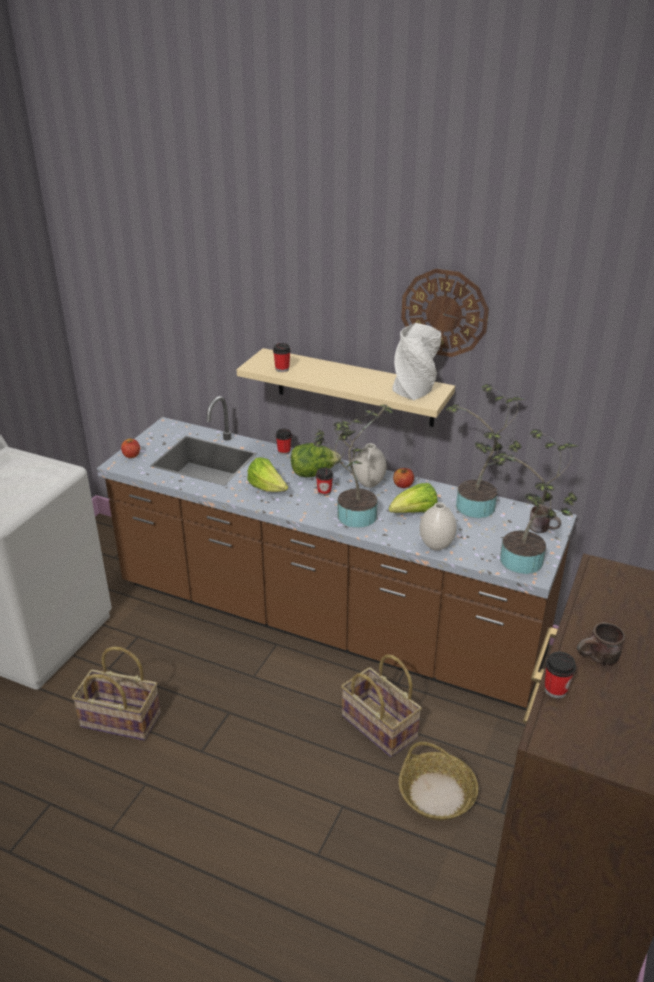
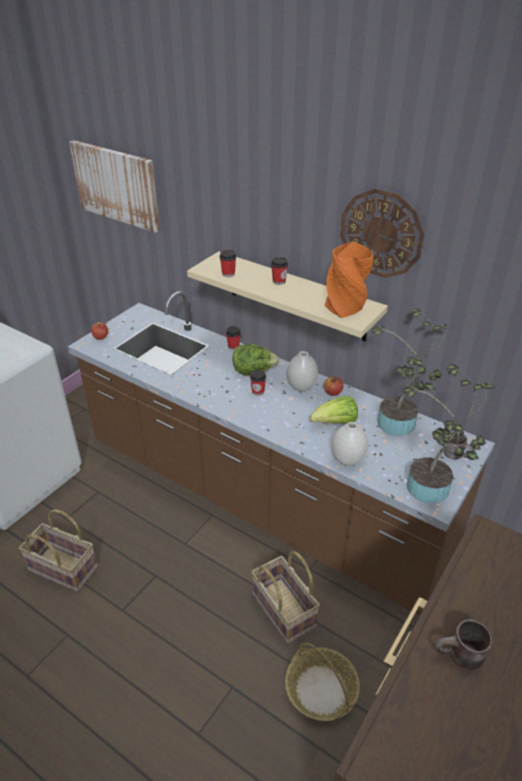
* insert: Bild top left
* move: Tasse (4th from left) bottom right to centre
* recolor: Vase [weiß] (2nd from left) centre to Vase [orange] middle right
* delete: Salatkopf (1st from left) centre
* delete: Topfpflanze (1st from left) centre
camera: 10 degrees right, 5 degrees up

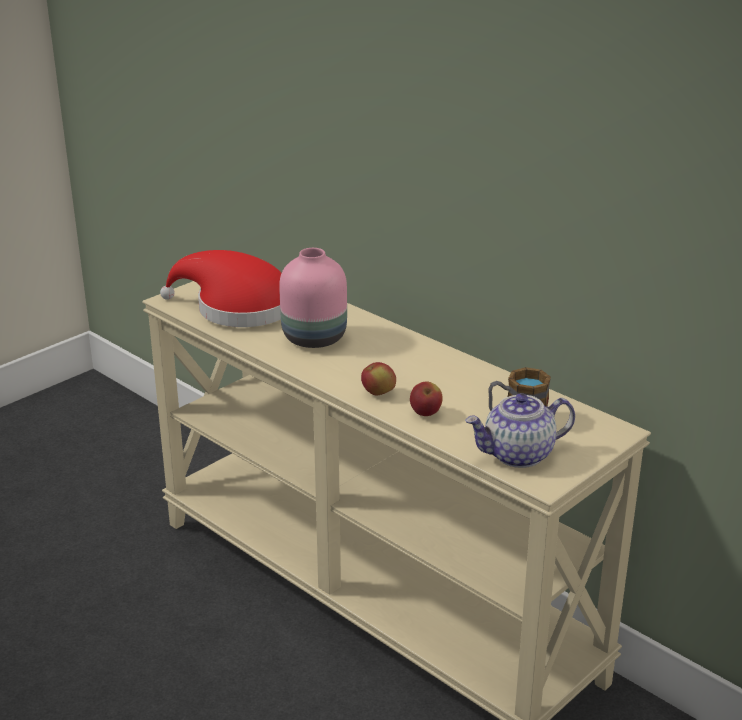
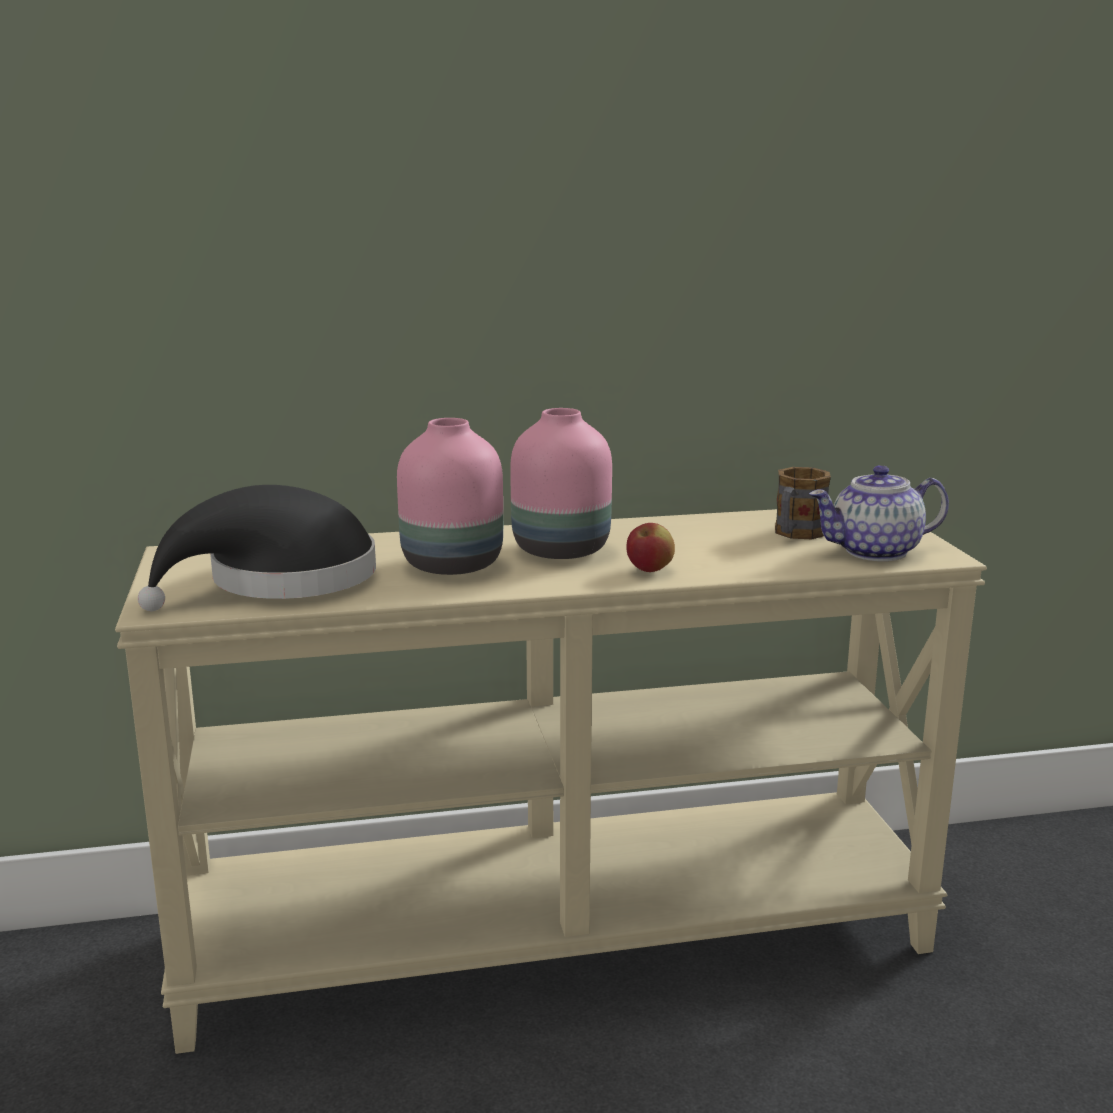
* recolor: Hut [rot] middle left to Hut [schwarz] middle left
* insert: Vase [rosa] (2nd from left) centre
* rotate: Teekanne middle right = middle right 60 degrees clockwise
* delete: Apfel (2nd from left) centre
camera: 55 degrees left, 10 degrees down

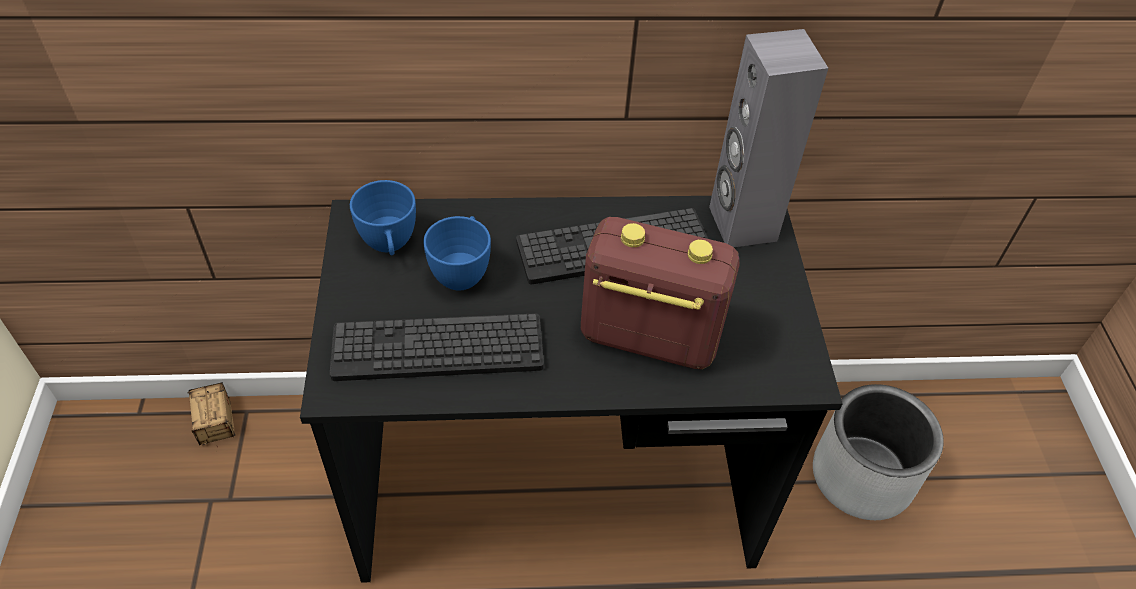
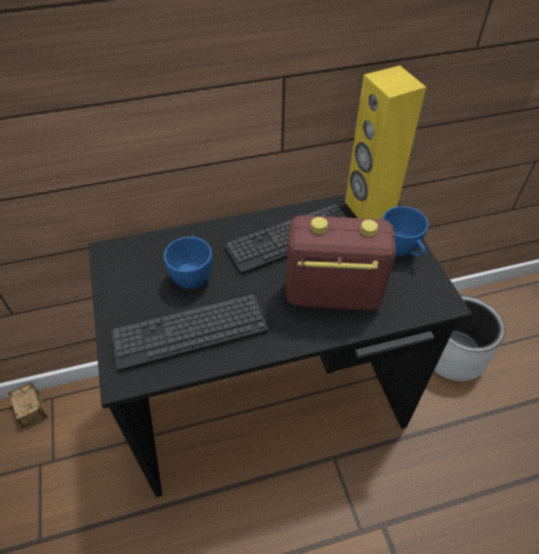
* recolor: Lautsprecher [grau] top right to Lautsprecher [gelb] top right
* move: Tasse [blau] (1st from left in the first image) centre to Tasse [blau] (2nd from left) middle right
camera: 10 degrees left, 0 degrees up

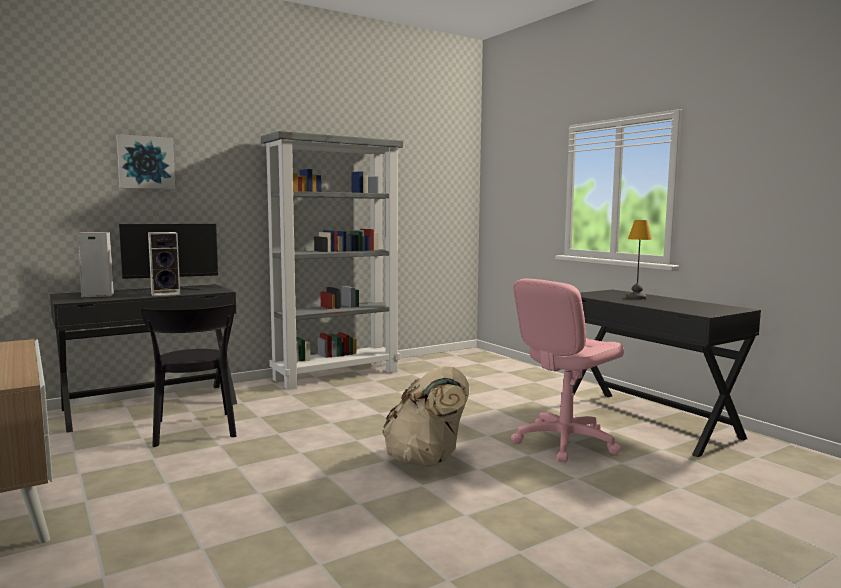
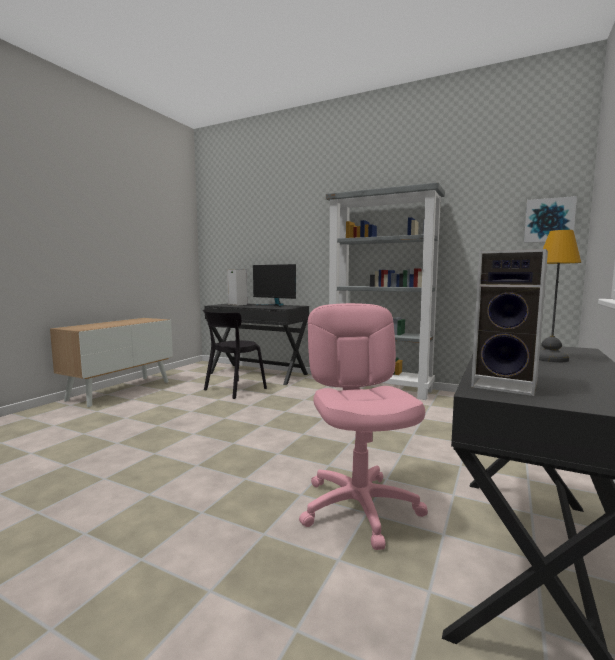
* rotate: Bürostuhl [rosa] middle right = centre 60 degrees clockwise
* move: Lautsprecher (2nd from left) middle left to middle right
* move: Bild top left to top right
* delete: Rucksack [beige] bottom centre
camera: 60 degrees right, 0 degrees up

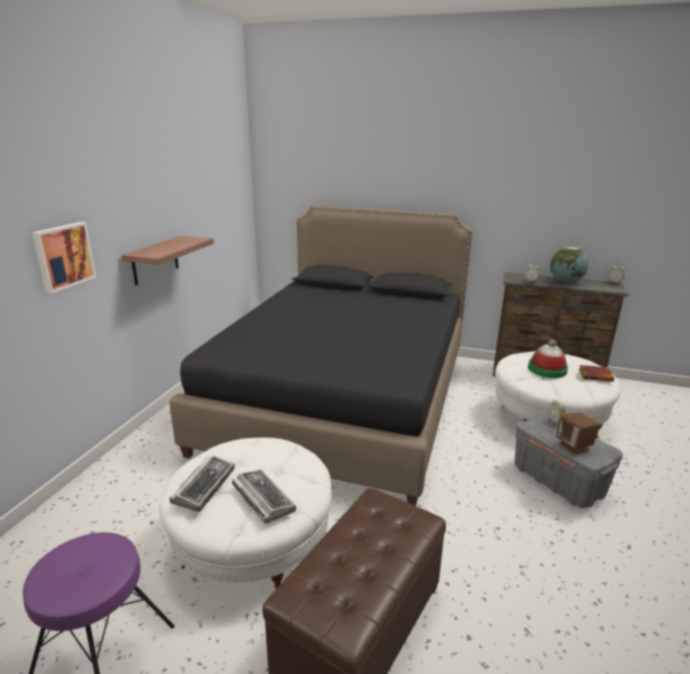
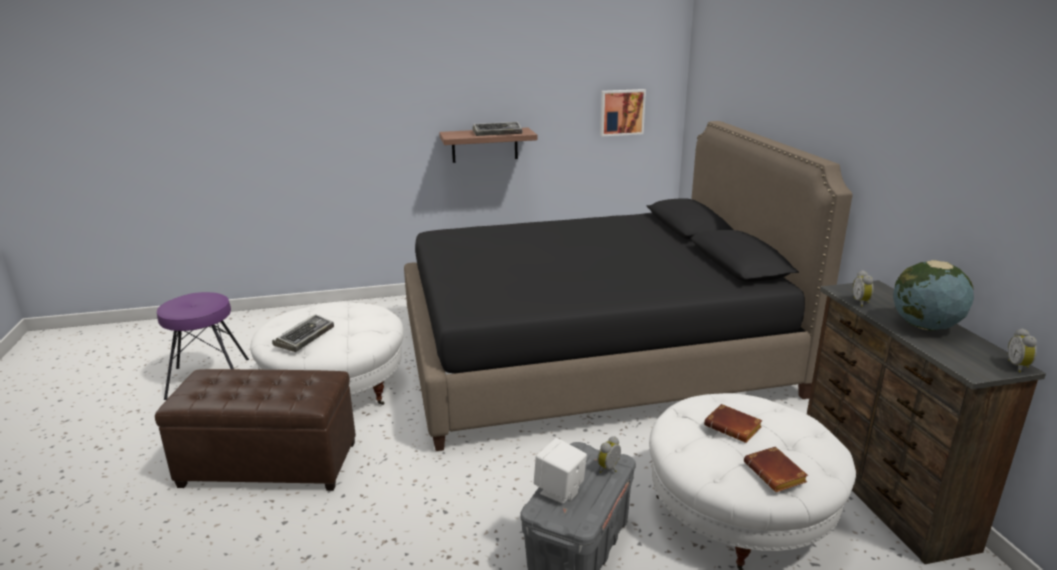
* move: Tastatur (1st from left in the first image) bottom left to Tastatur (2nd from left) top centre
* recolor: Lautsprecher [braun] middle right to Lautsprecher [weiß] bottom centre
* move: Bild middle left to top centre
* replace: Hut middle right to Buch [braun] (1st from left) bottom right
camera: 60 degrees right, 0 degrees up

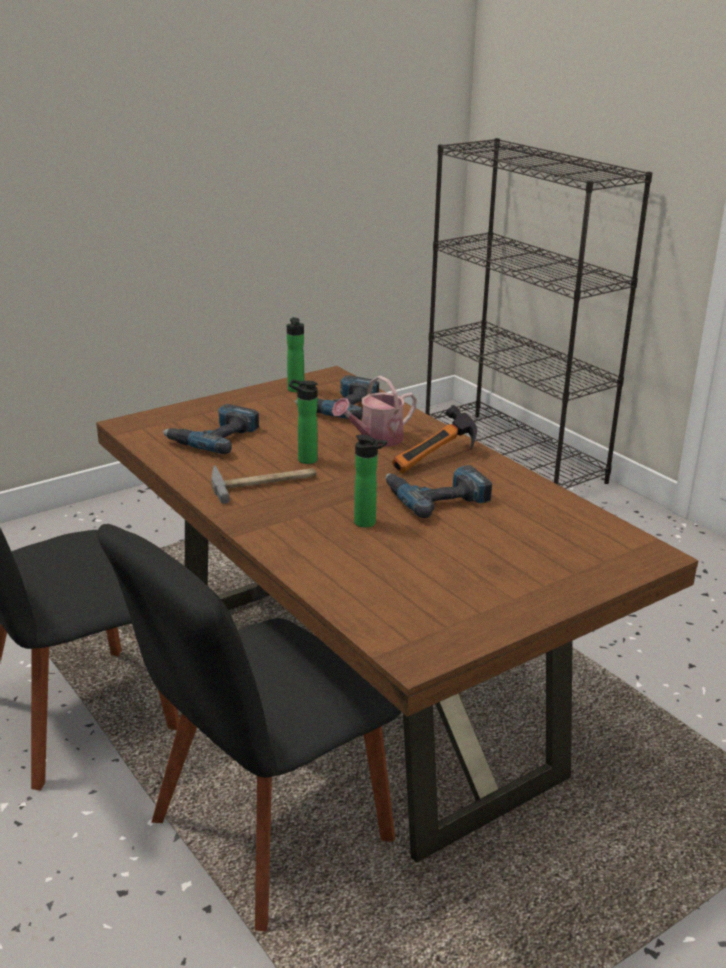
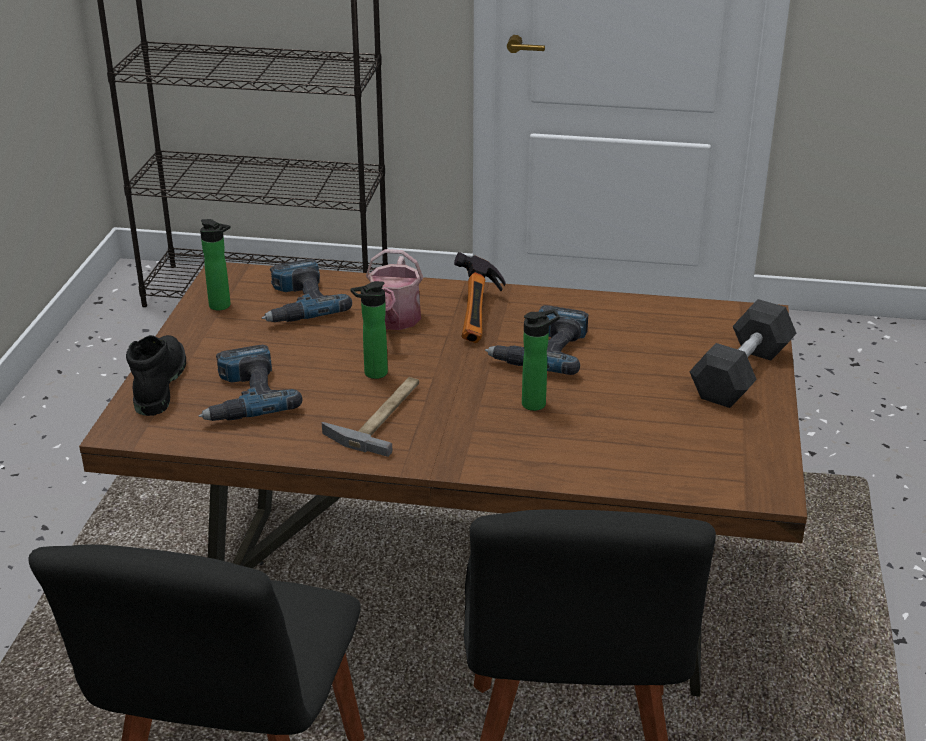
* insert: Stiefel [schwarz] middle left
* insert: Hantel [grau] middle right
camera: 45 degrees left, 5 degrees up

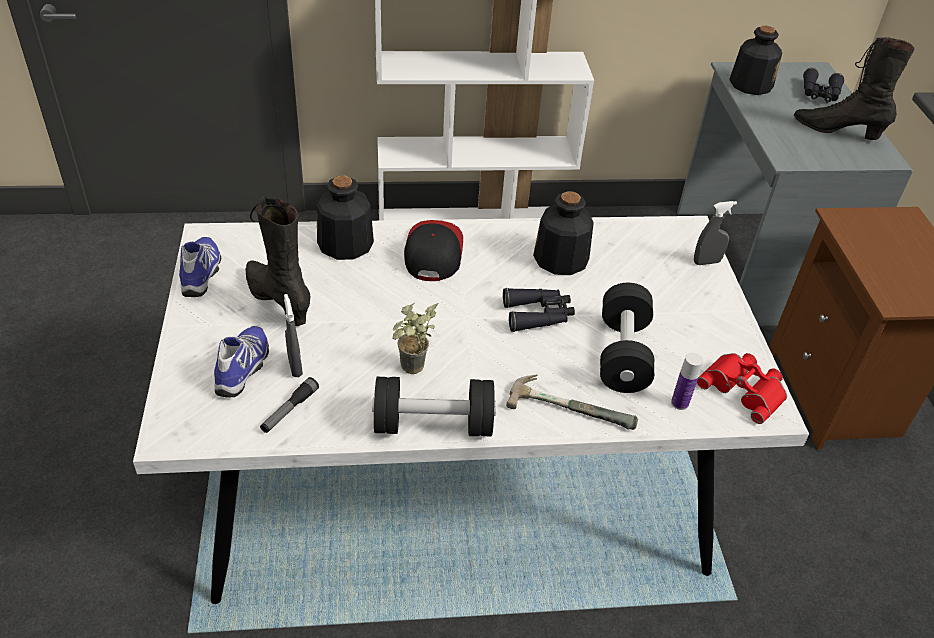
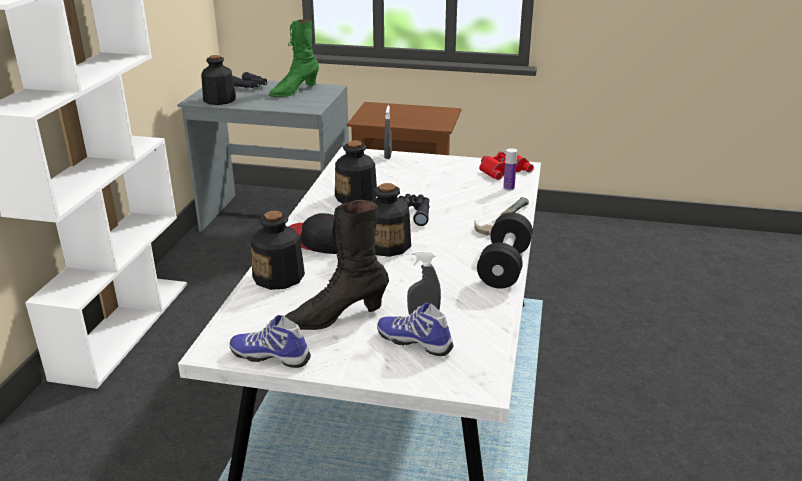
* recolor: Stiefel [schwarz] (2nd from left) top right to Stiefel [grün] top centre
* insert: Flasche (4th from left) centre
* delete: Taschenlampe middle left
* delete: Topfpflanze centre
* delete: Hantel [schwarz] (2nd from left) middle right
camera: 70 degrees left, 15 degrees down

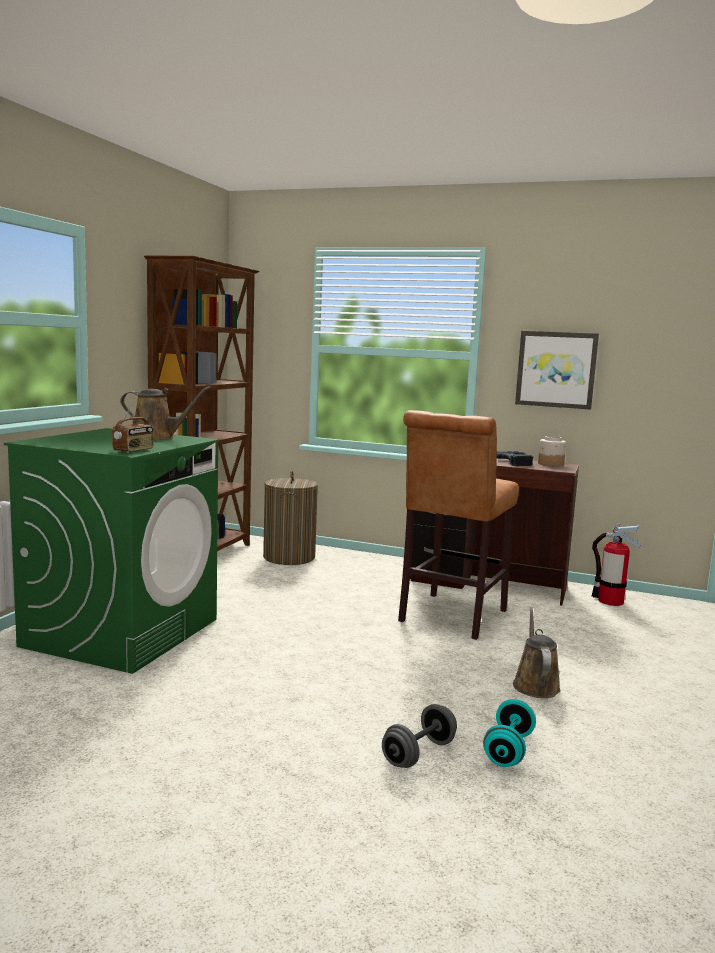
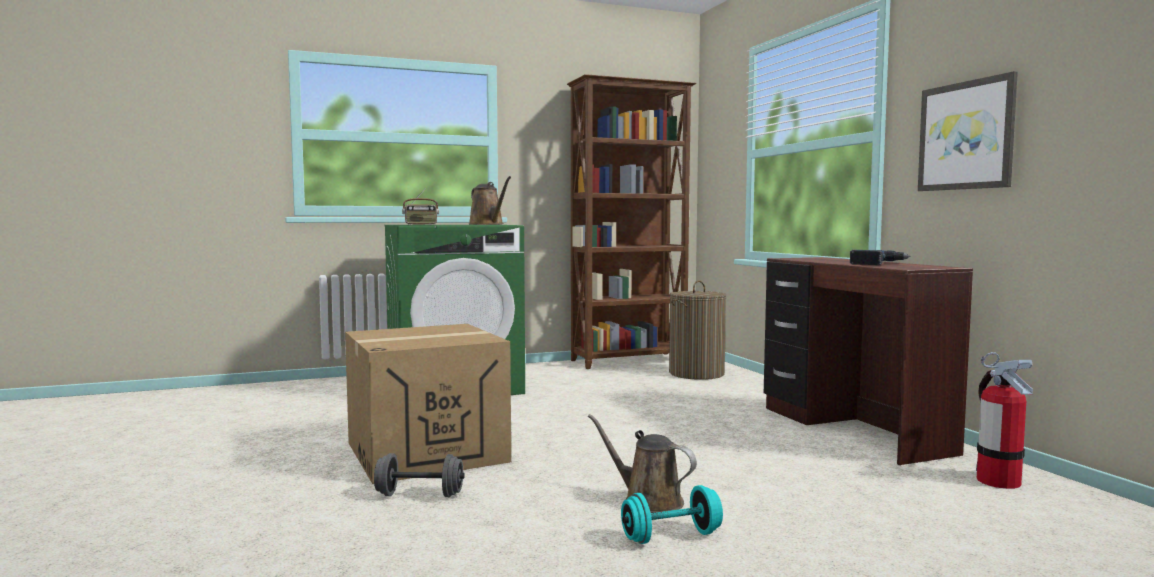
* insert: Karton bottom centre
* rotate: Gießkanne [braun] (2nd from left) bottom right = bottom centre 105 degrees counterclockwise
* move: Hantel [türkis] bottom right to bottom centre
* delete: Hocker [braun] centre
* delete: Vorratsglas middle right
camera: 50 degrees right, 5 degrees down

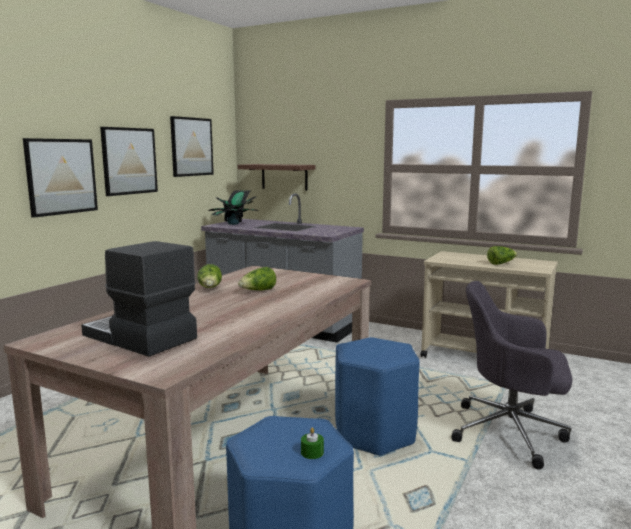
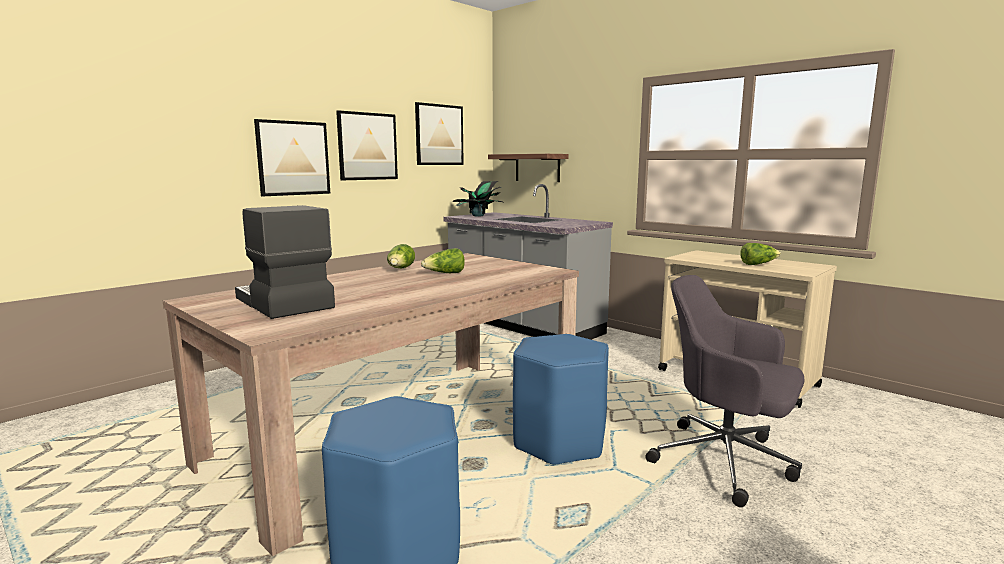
* delete: Kerze [grün] bottom centre
camera: 15 degrees right, 0 degrees up

